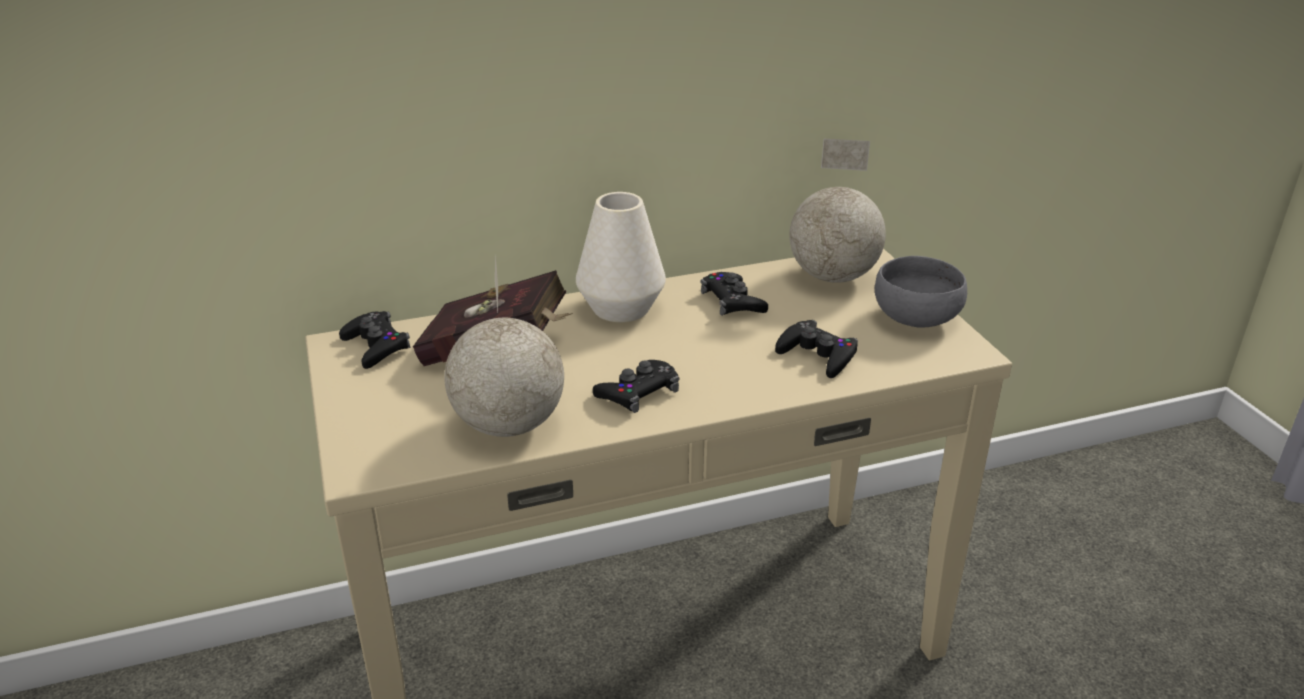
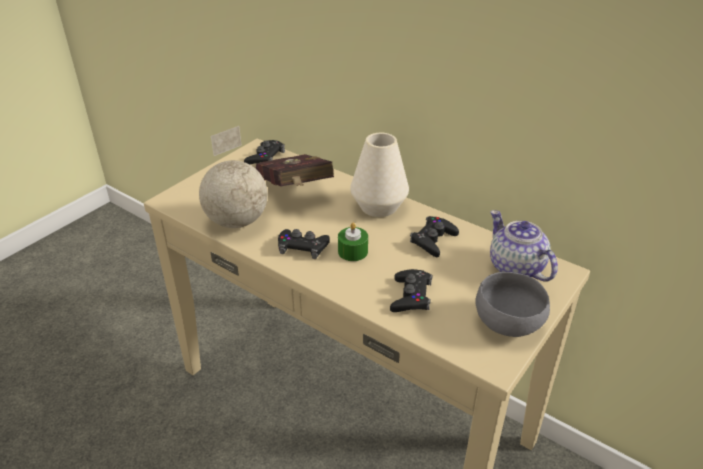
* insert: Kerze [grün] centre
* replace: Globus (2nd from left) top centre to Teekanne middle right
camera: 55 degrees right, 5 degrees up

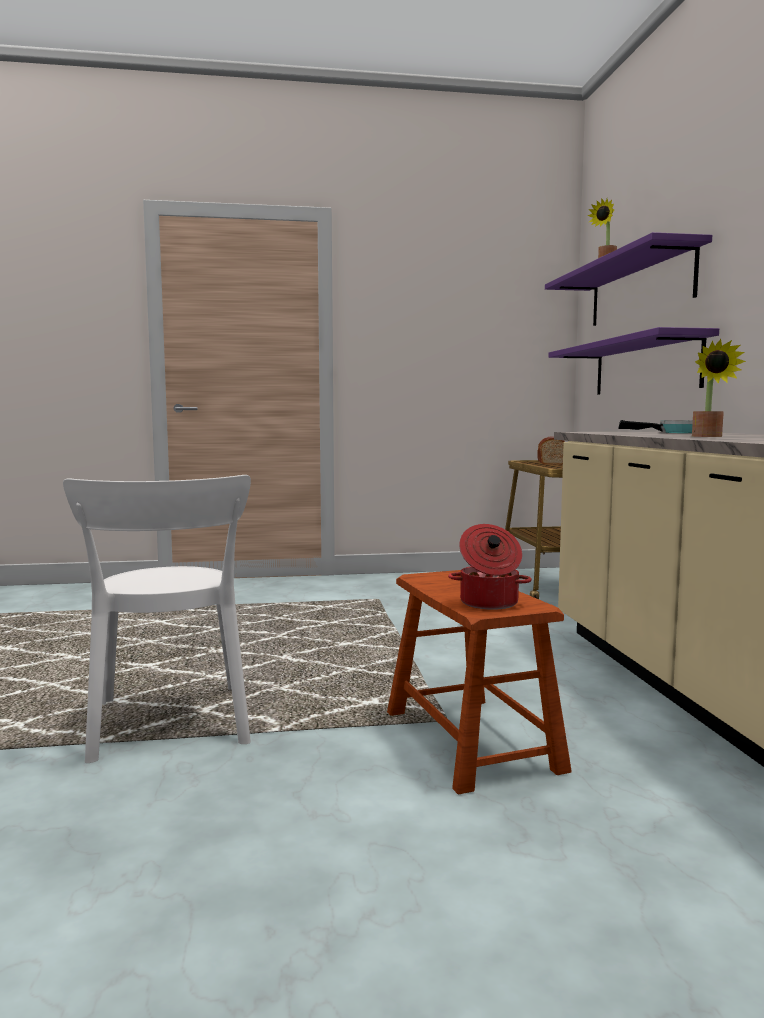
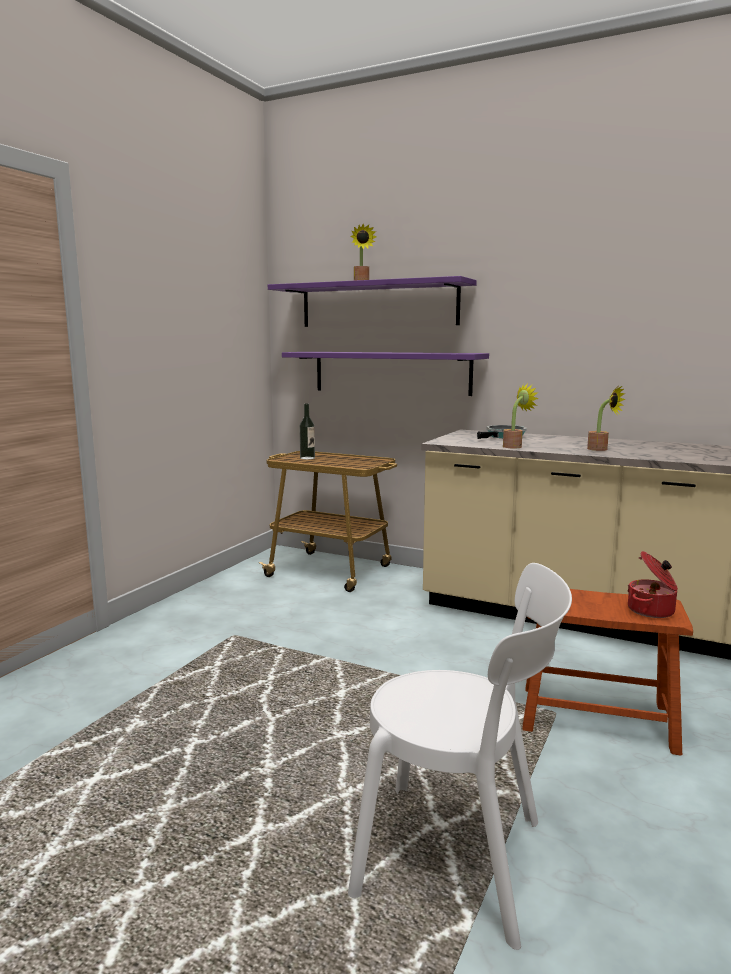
* replace: Brot middle right to Flasche centre
* insert: Topfpflanze (2nd from left) middle right
camera: 55 degrees left, 5 degrees up

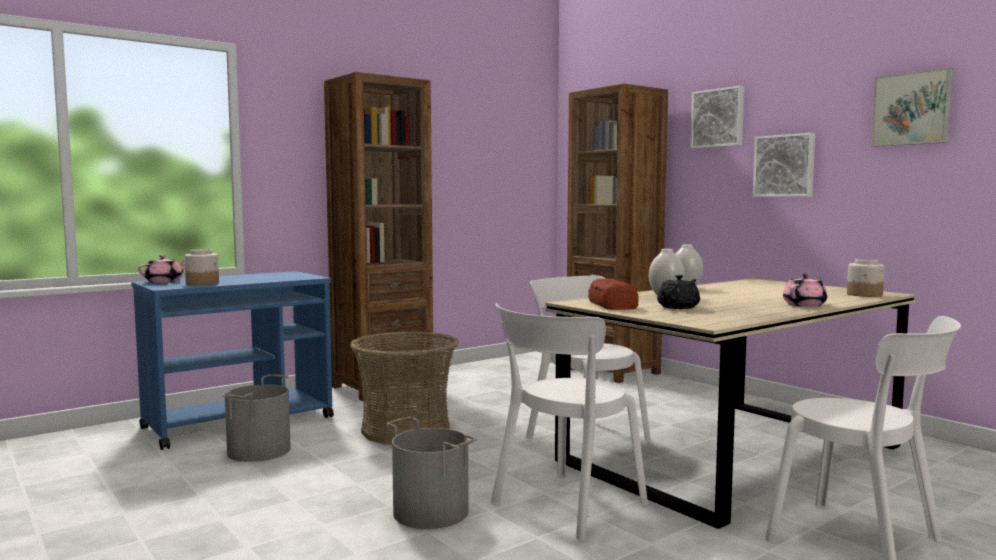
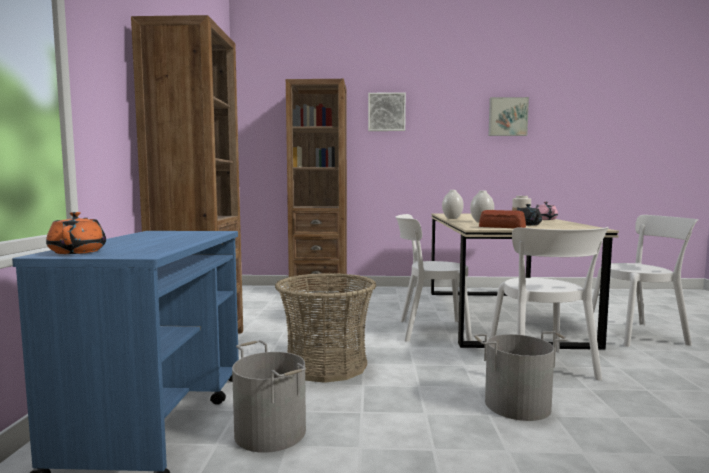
* recolor: Teekanne [rosa] (1st from left) middle left to Teekanne [orange] middle left
* delete: Vorratsglas (1st from left) middle left
* delete: Bild (2nd from left) top right
camera: 50 degrees left, 0 degrees up

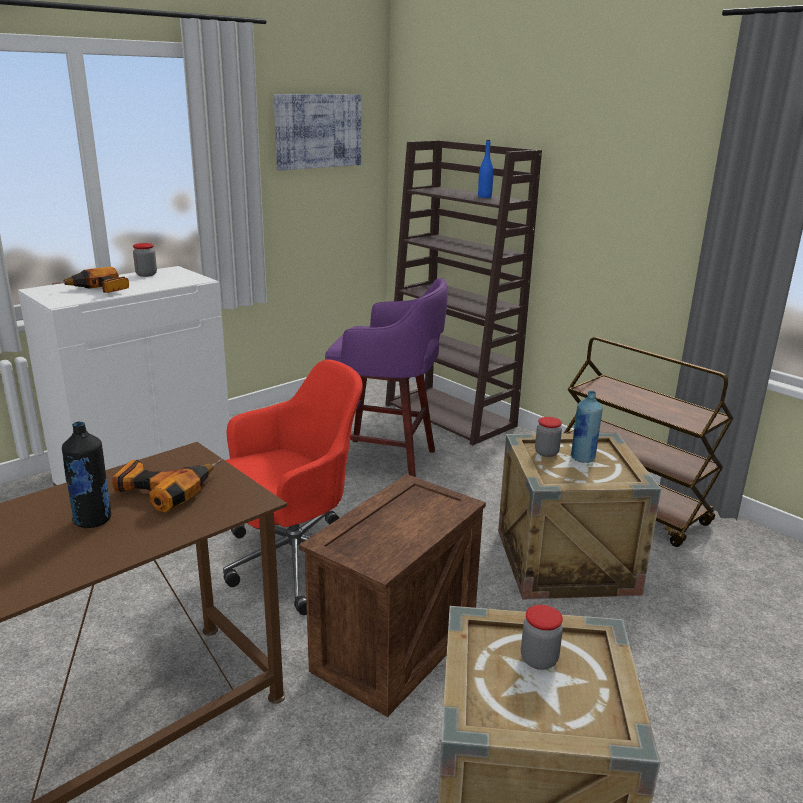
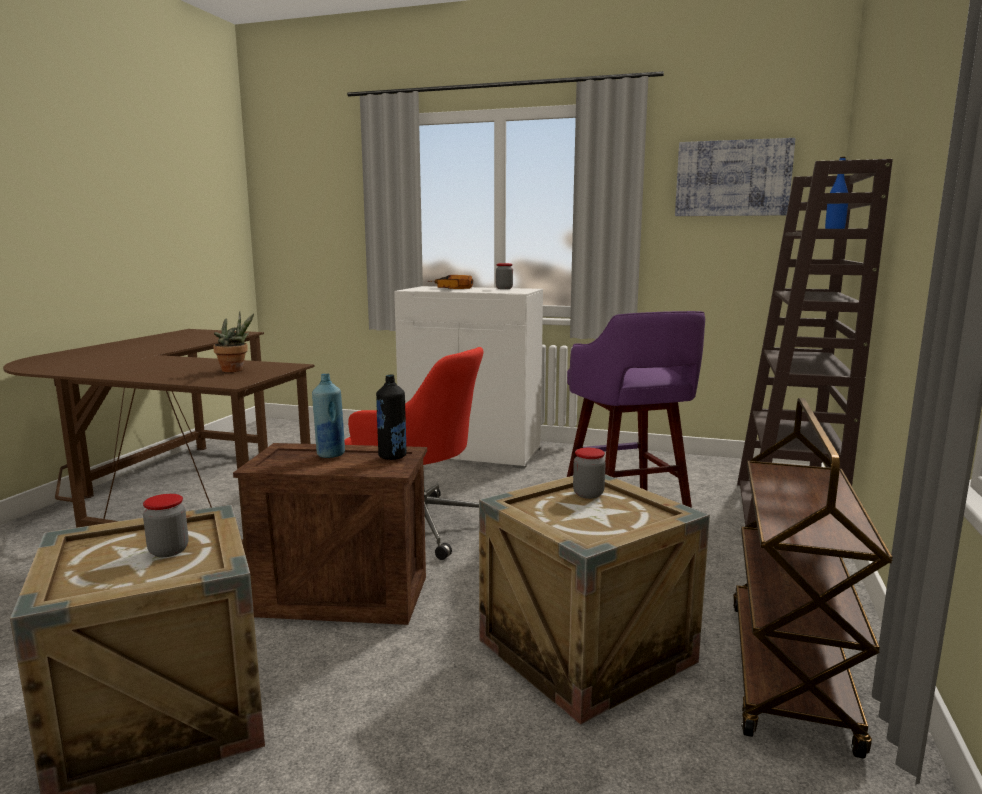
* replace: Bohrmaschine (2nd from left) middle left to Topfpflanze middle left
* move: Flasche [blau] (2nd from left in the first image) middle right to Flasche [blau] (1st from left) centre
* move: Flasche [schwarz] middle left to centre
camera: 60 degrees right, 10 degrees down

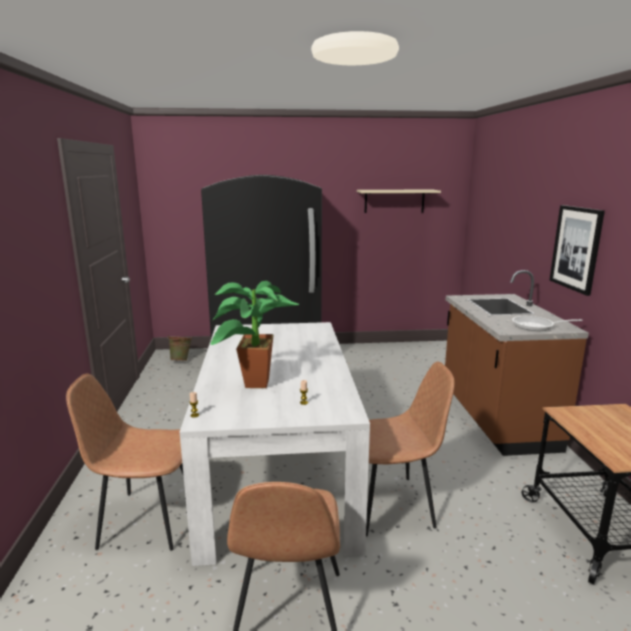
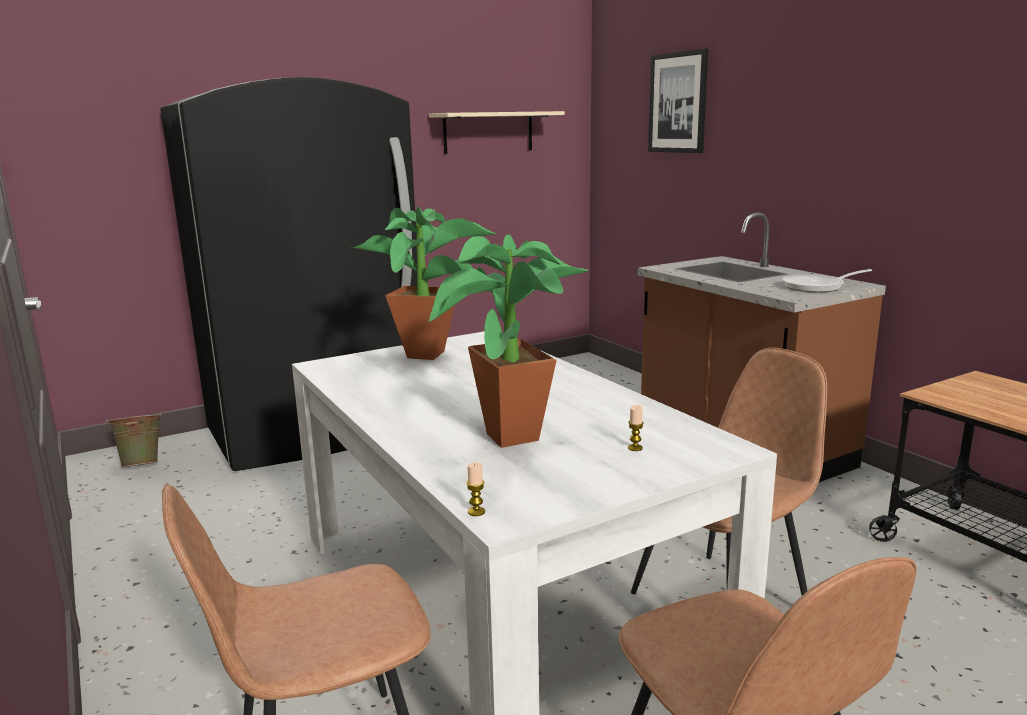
* insert: Topfpflanze (1st from left) centre
* move: Bild middle right to top centre
camera: 25 degrees left, 0 degrees up

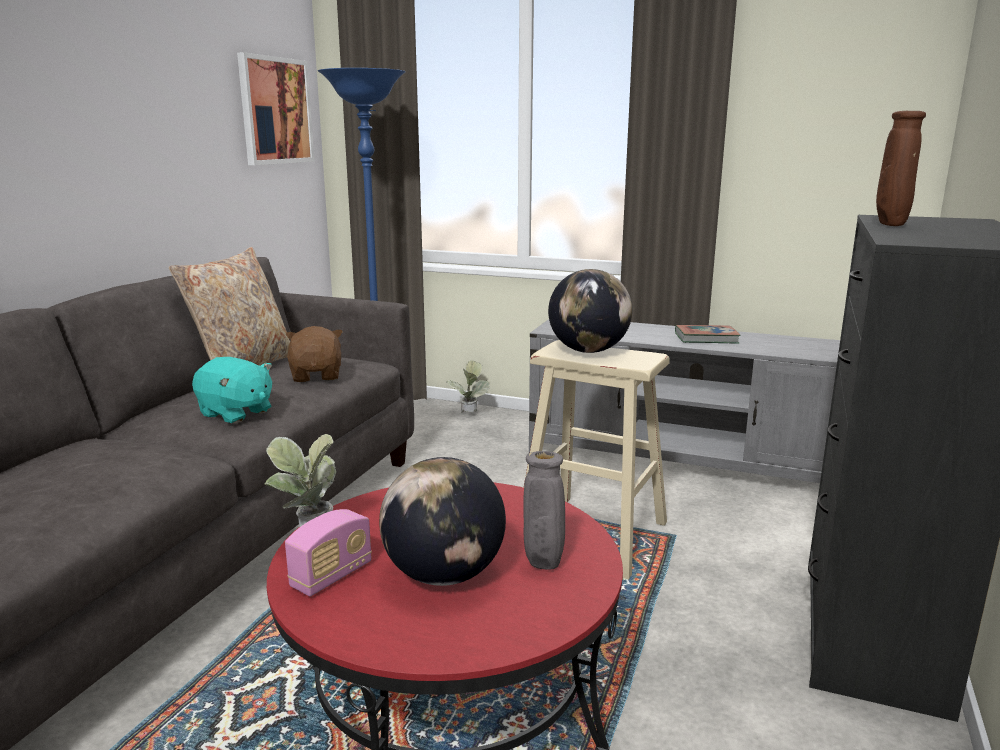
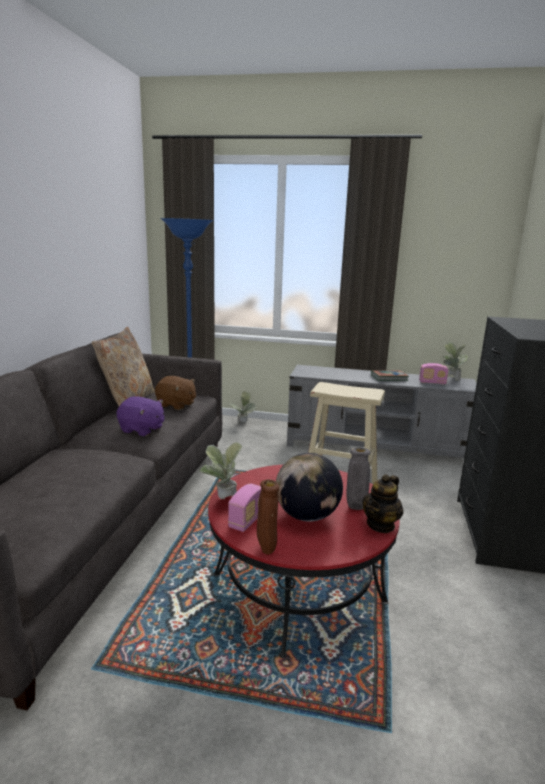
* recolor: Plüschtier [türkis] middle left to Plüschtier [lila] middle left
* rotate: Plüschtier [braun] middle left = middle left 135 degrees clockwise
* move: Vase [braun] top right to centre
* insert: Teekanne middle right
* insert: Radio (2nd from left) middle right
* insert: Topfpflanze (3rd from left) middle right
* delete: Bild top left
* delete: Globus (2nd from left) centre
camera: 10 degrees left, 0 degrees up

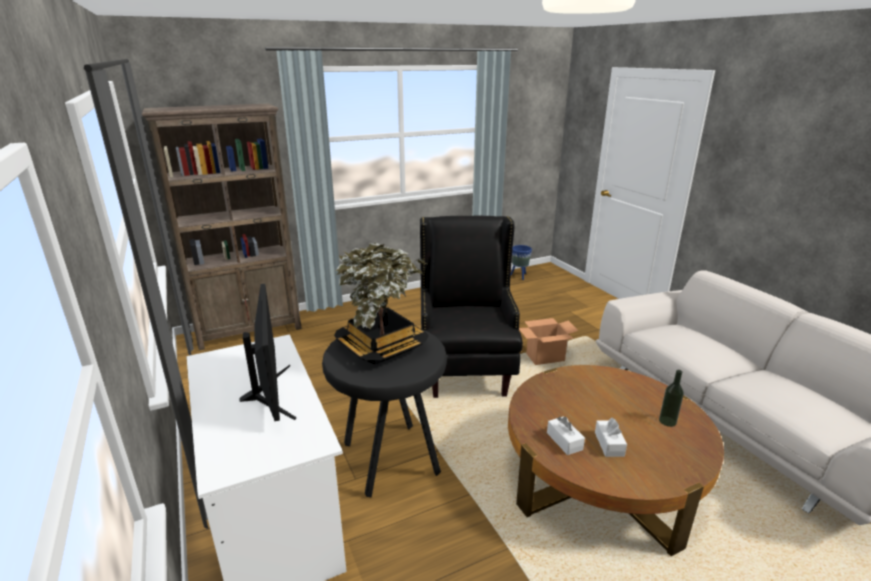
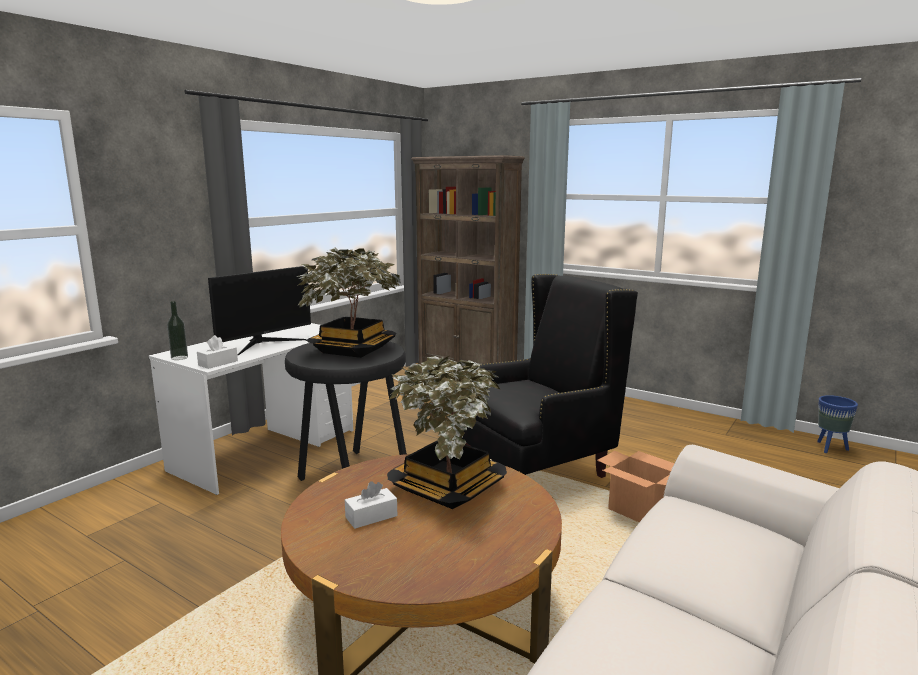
* move: Flasche bottom right to middle left
* move: Taschentuchbox [weiß] (1st from left) bottom centre to middle left
* insert: Topfpflanze (2nd from left) centre
camera: 60 degrees right, 10 degrees down

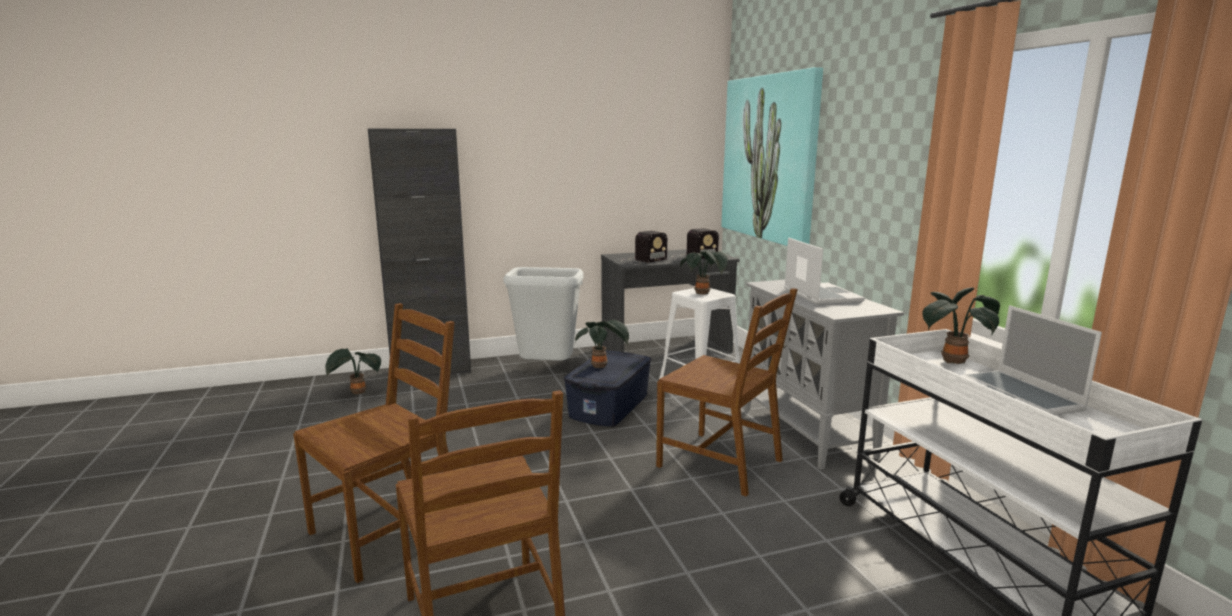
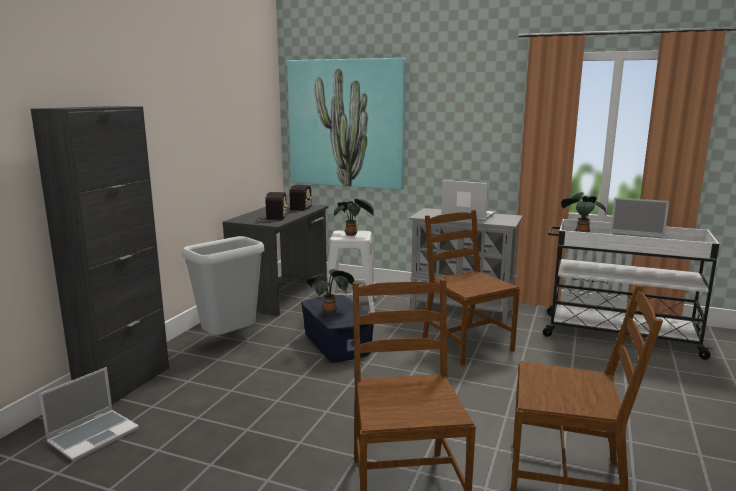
* replace: Topfpflanze (1st from left) middle left to Laptop (1st from left) bottom left
* rotate: Stuhl [braun] (3rd from left in the first image) centre = centre 105 degrees counterclockwise
camera: 50 degrees left, 0 degrees up

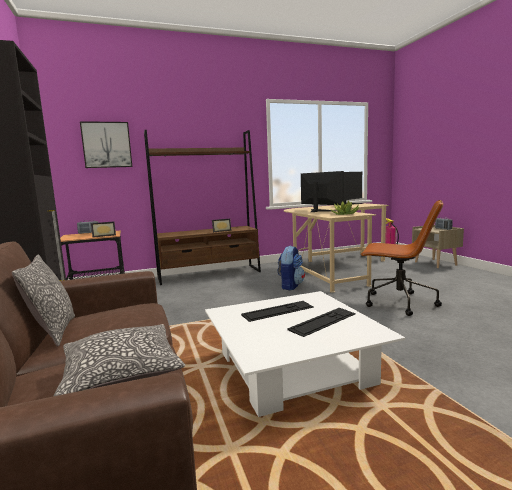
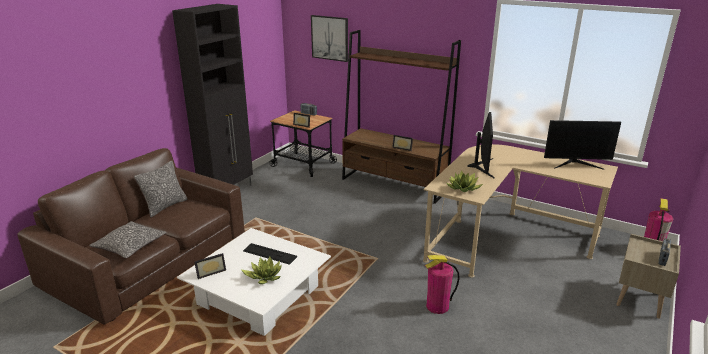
* insert: Bilderrahmen (1st from left) bottom left
* replace: Tastatur (2nd from left) centre to Topfpflanze (1st from left) bottom centre
* replace: Bürostuhl [braun] middle right to Feuerlöscher (1st from left) bottom centre
* delete: Rucksack centre
camera: 50 degrees right, 15 degrees up

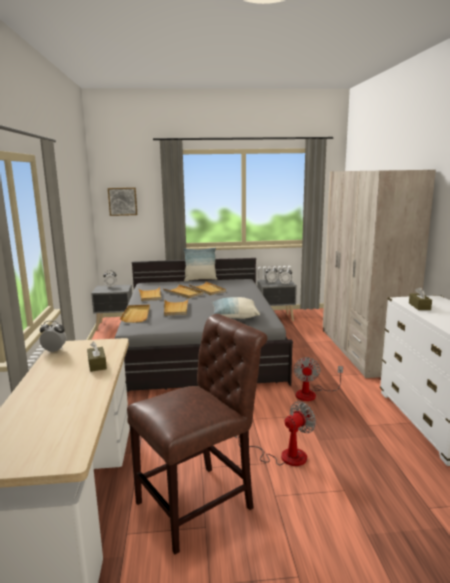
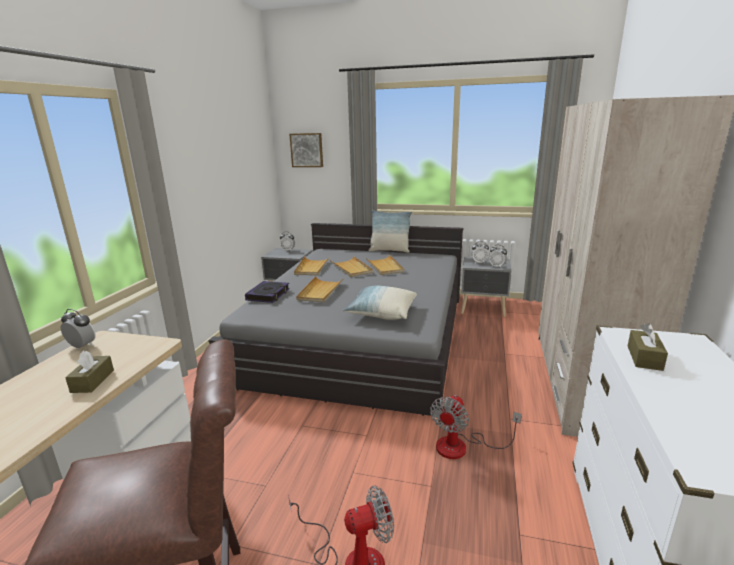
* replace: Tablett [beige] (1st from left) middle left to Buch centre
camera: 20 degrees right, 5 degrees up

